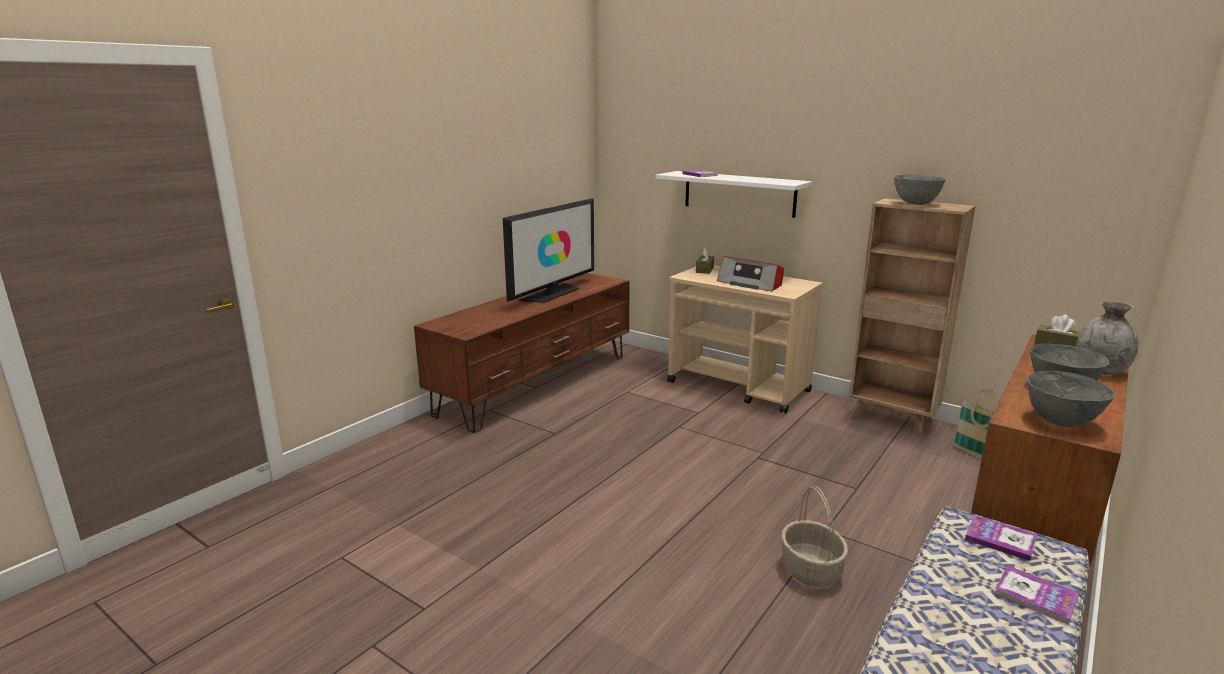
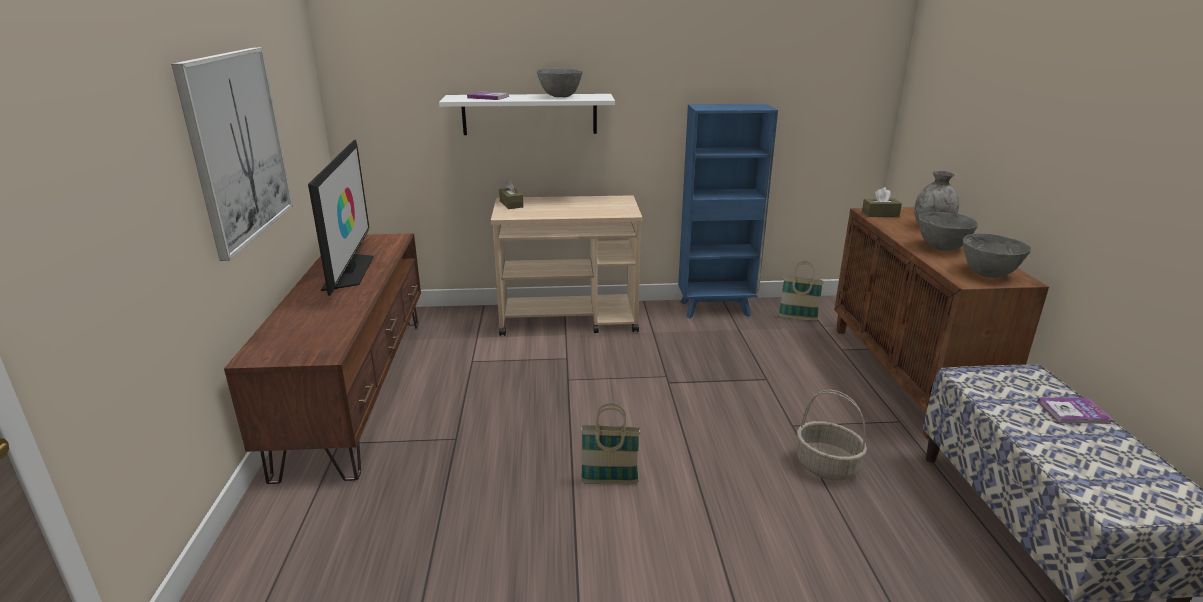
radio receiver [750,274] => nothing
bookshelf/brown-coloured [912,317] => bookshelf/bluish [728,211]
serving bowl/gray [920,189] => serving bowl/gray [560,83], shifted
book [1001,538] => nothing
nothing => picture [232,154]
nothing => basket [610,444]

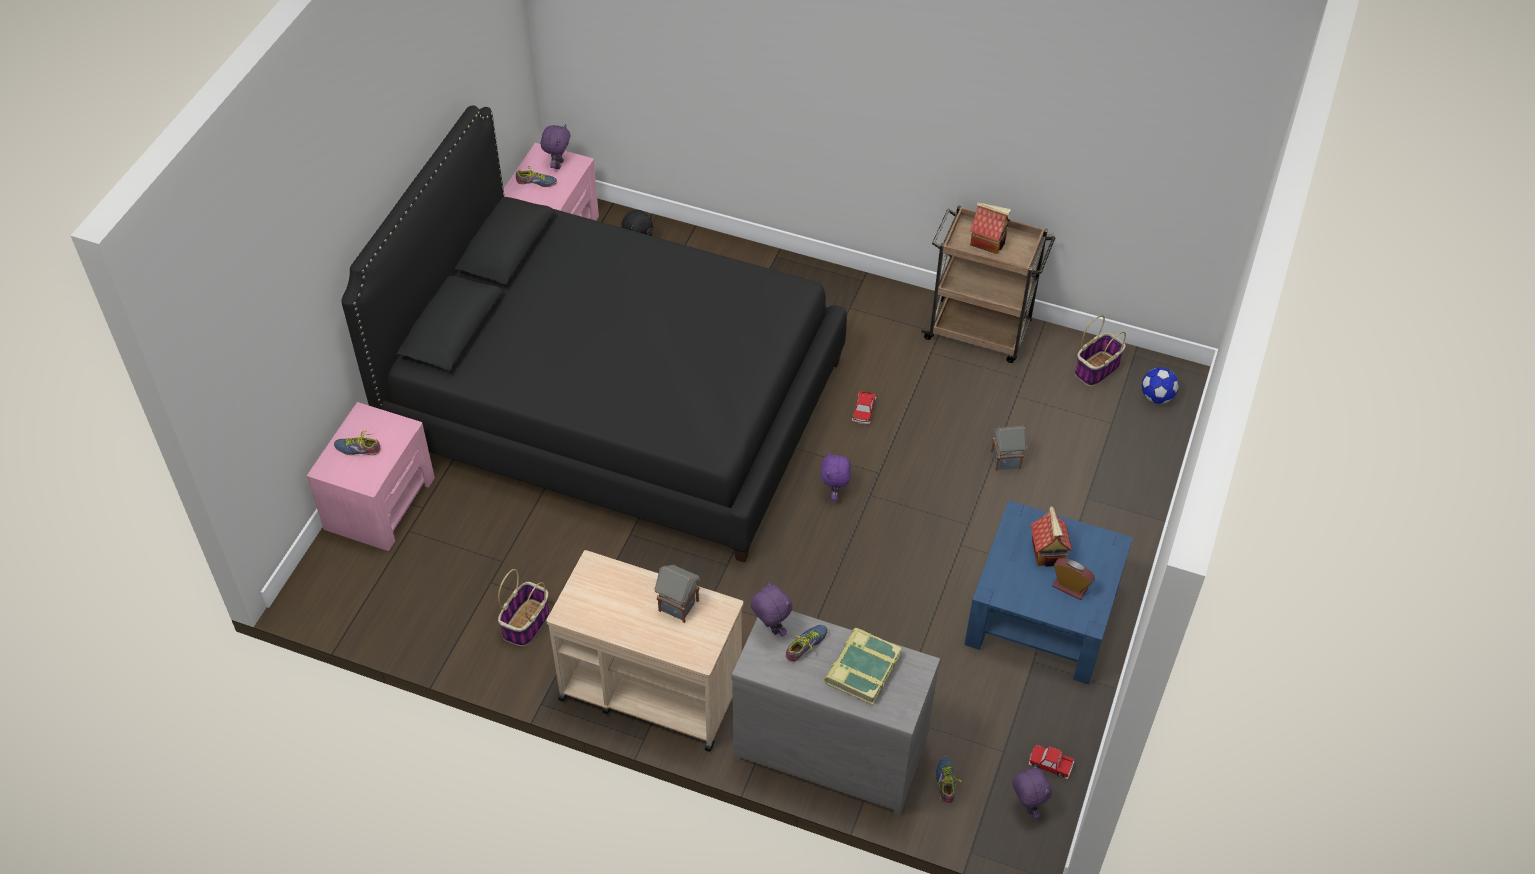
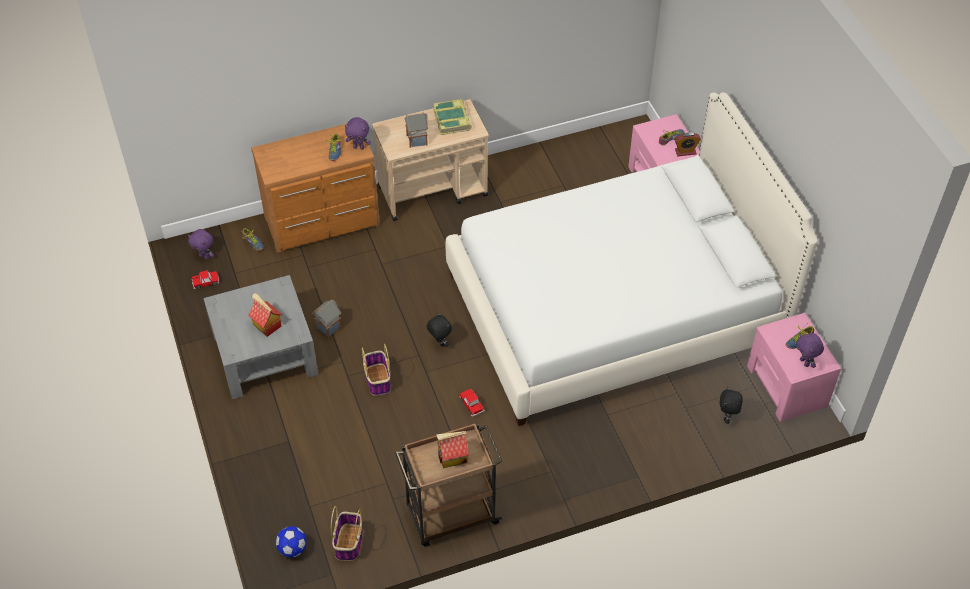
bed/black [594,334] => bed/whitish [632,259]
basket [524,607] => basket [376,370], shifted
dresser/gray [836,713] => dresser/brown-coloured [315,188]
cuddly toy/purple [836,475] => cuddly toy/black [439,330]
book [863,666] => book [452,117], shifted
low table/bluish [1048,592] => low table/gray [261,337]
model house [1009,448] => model house [327,318], shifted
alarm clock [1074,579] => alarm clock [688,144], shifted

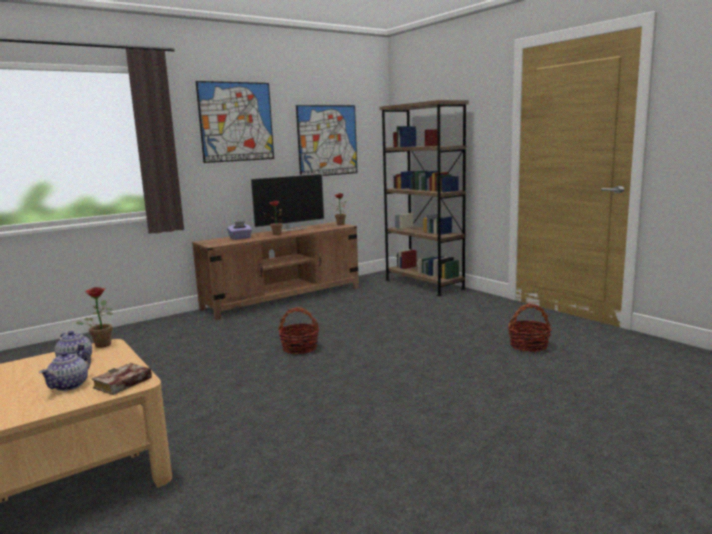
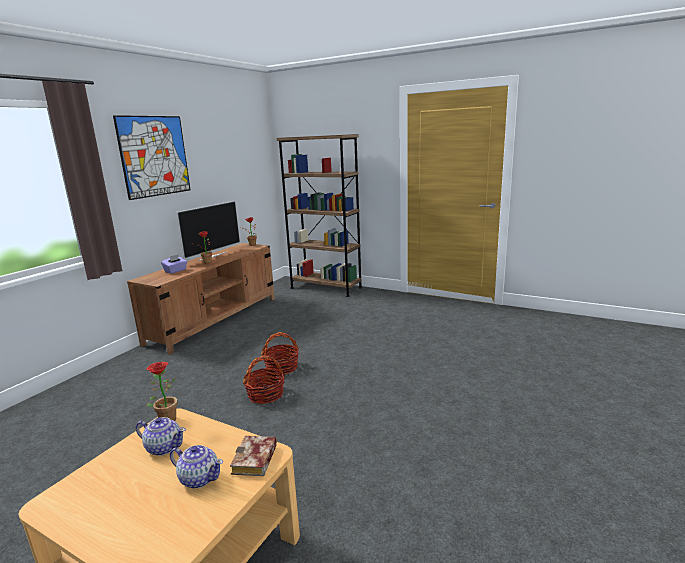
teapot [65,370] => teapot [196,466], 60 degrees counterclockwise
picture [326,140] => nothing
basket [530,327] => basket [264,379], shifted

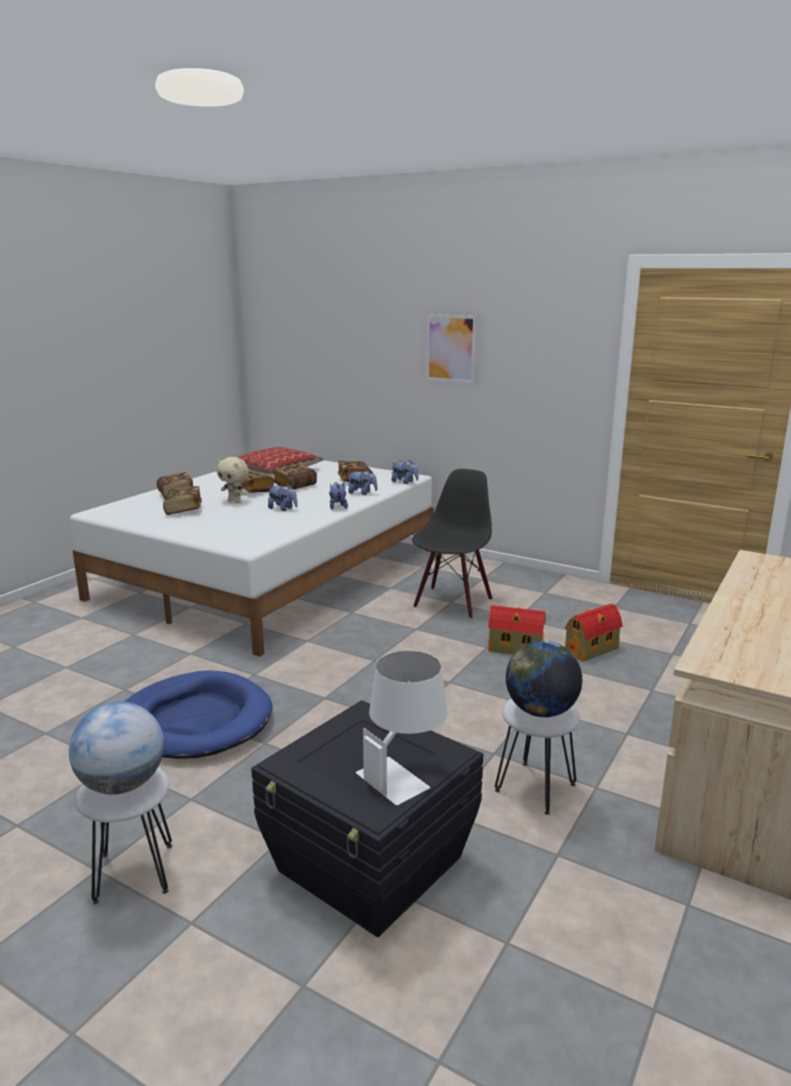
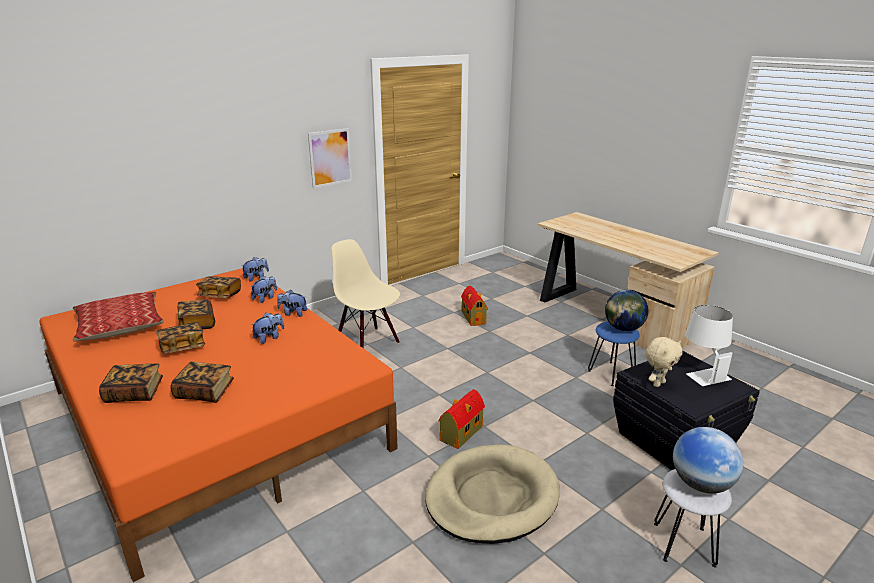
bed/whitish [252,558] => bed/orangey [218,425]
dog cushion/bluish [198,715] => dog cushion/beige [492,494]
cuddly toy/beige [233,480] => cuddly toy/beige [664,362], shifted
chair/black [452,543] => chair/beige [365,293]
picture [451,349] => picture [330,158], shifted
model house [517,630] => model house [461,419], shifted
stool/whitish [537,756] => stool/bluish [614,353]

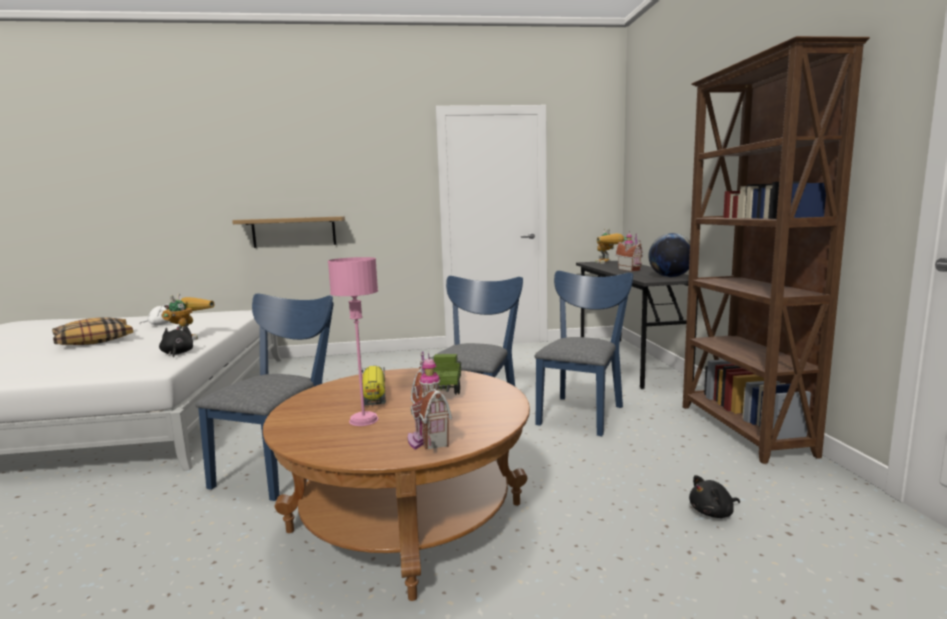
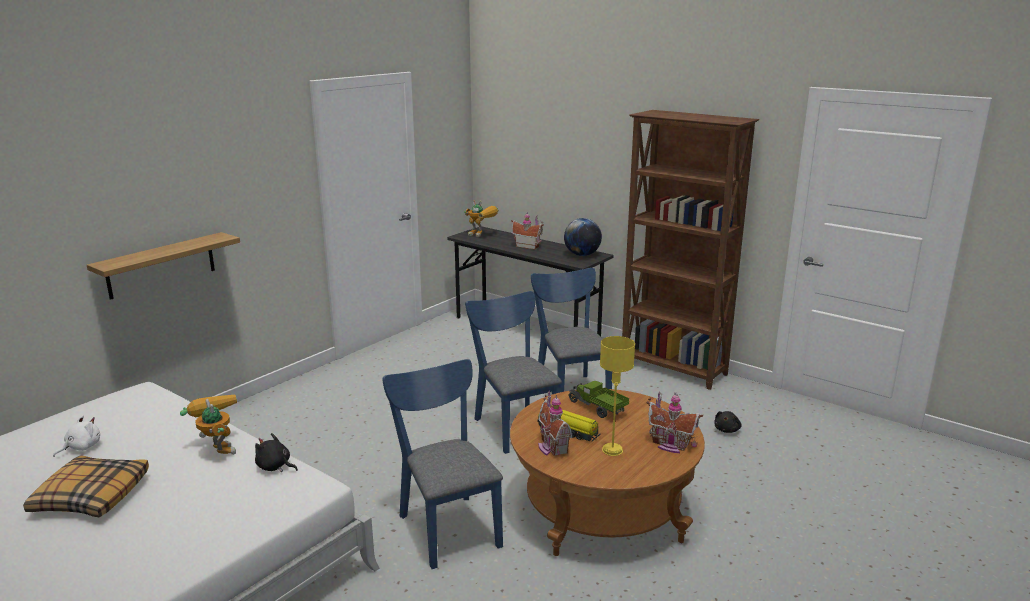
tabletop lamp/pink [353,341] => tabletop lamp/yellow [617,396]
nothing => model house [555,423]

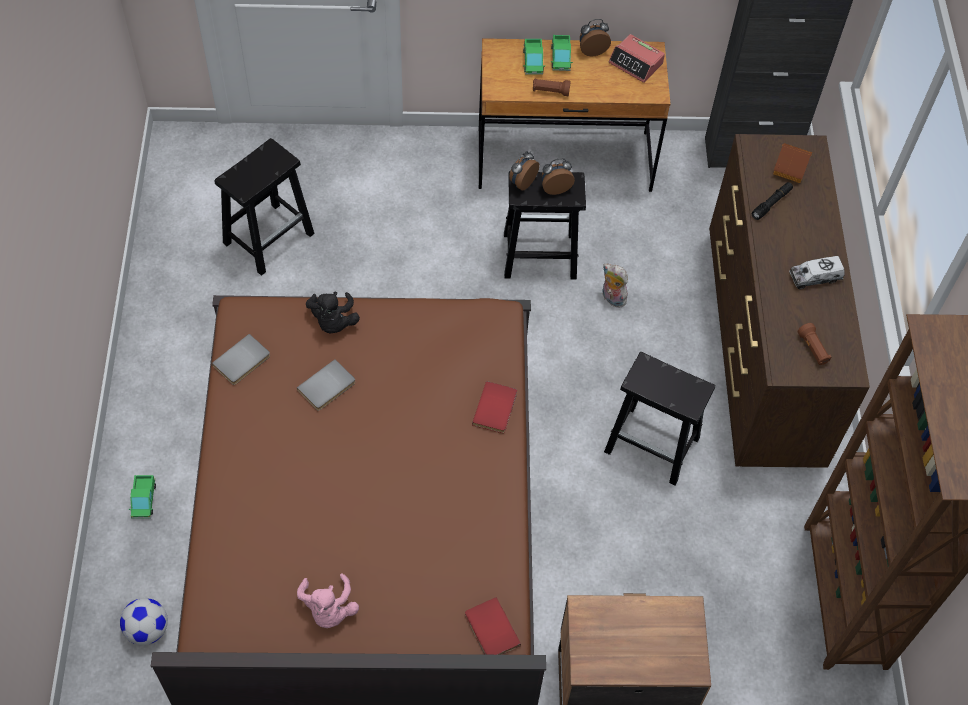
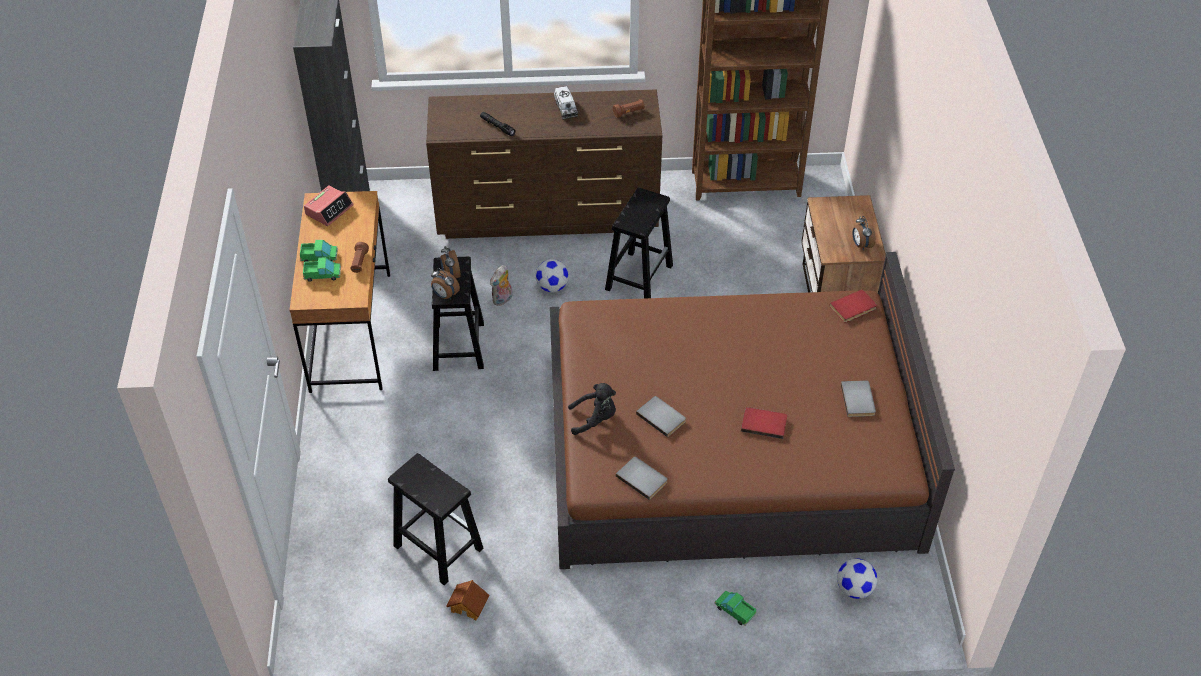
model truck [142,496] => model truck [735,608], 135 degrees counterclockwise
cuddly toy/pink [328,600] => book/gray [858,398]
book/red-coloured [494,407] => book/red-coloured [764,423], shifted
alarm clock [595,37] => alarm clock [864,233], shifted
model house [792,163] => model house [467,600], shifted
nothing => ball for football [552,275]

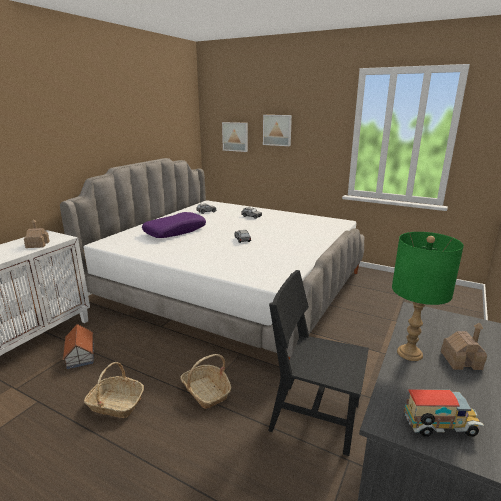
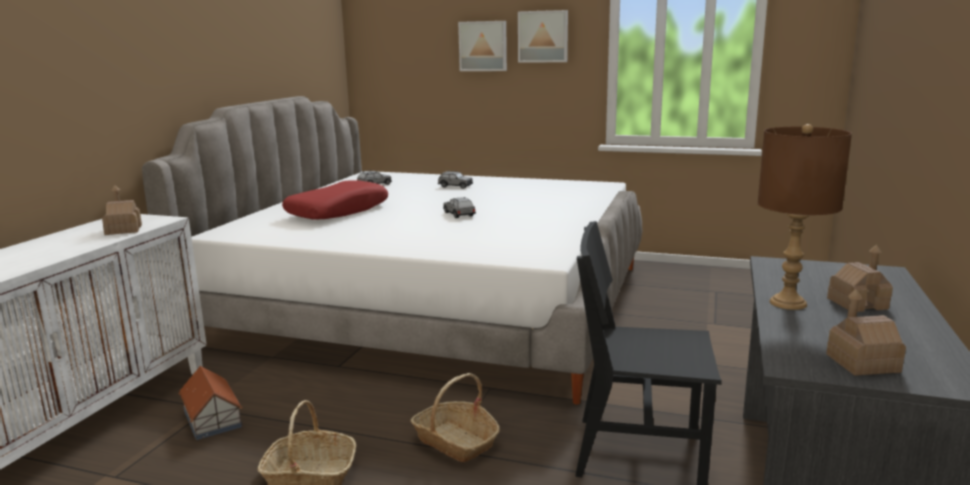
pillow/purple [174,225] => pillow/red-coloured [335,200]
picture [235,137] => picture [543,36], shifted
tabletop lamp/green-coloured [428,296] => tabletop lamp/brown-coloured [804,217]
model truck [444,413] => model house [866,332]

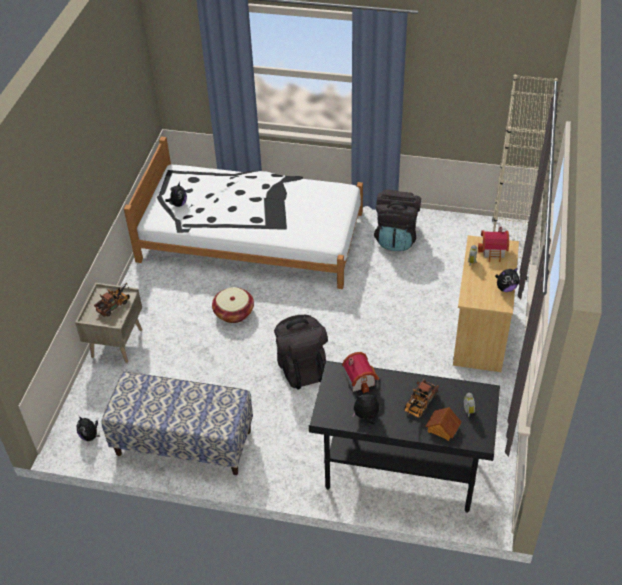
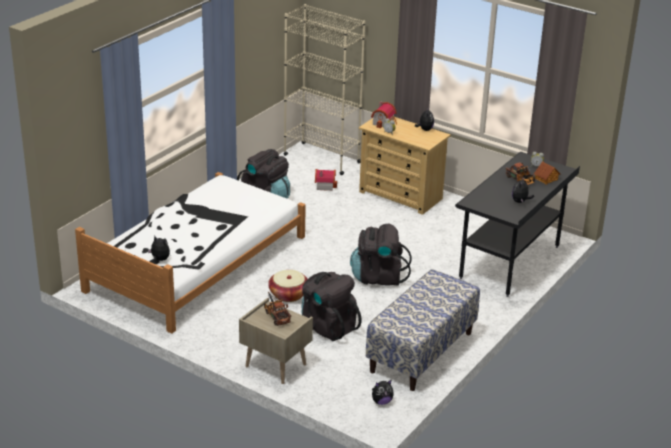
model house [360,373] => model house [326,180], shifted
nothing => knapsack/black [331,306]

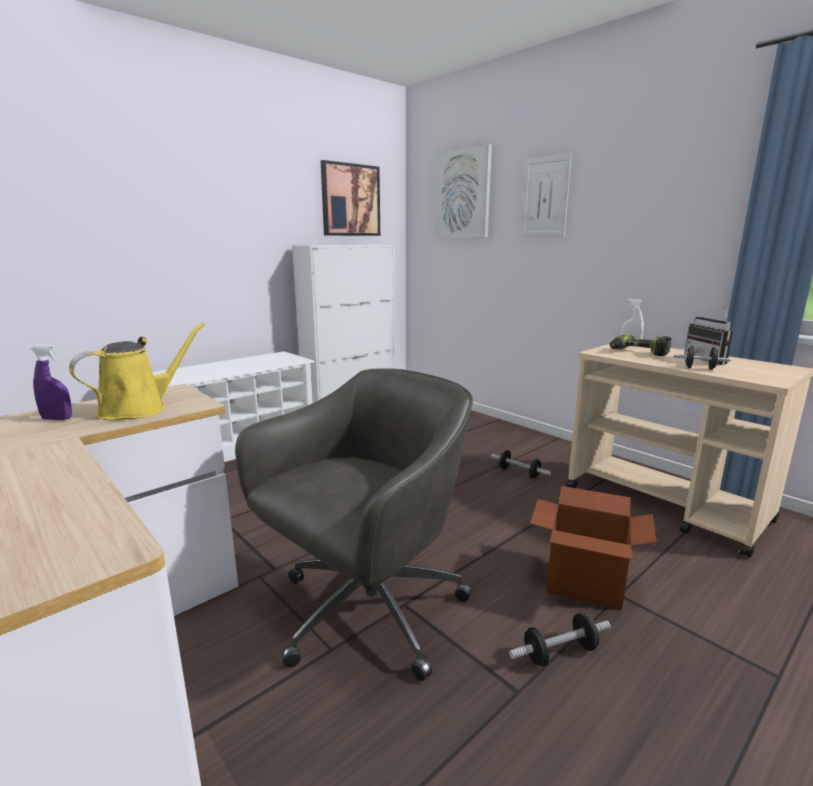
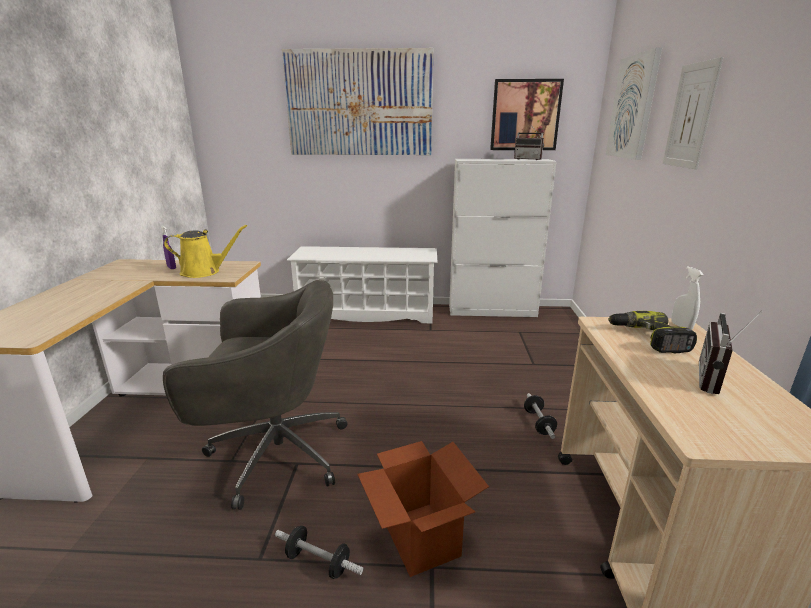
free weight/black [702,358] => nothing
nothing => picture [357,101]
nothing => radio receiver [529,142]

